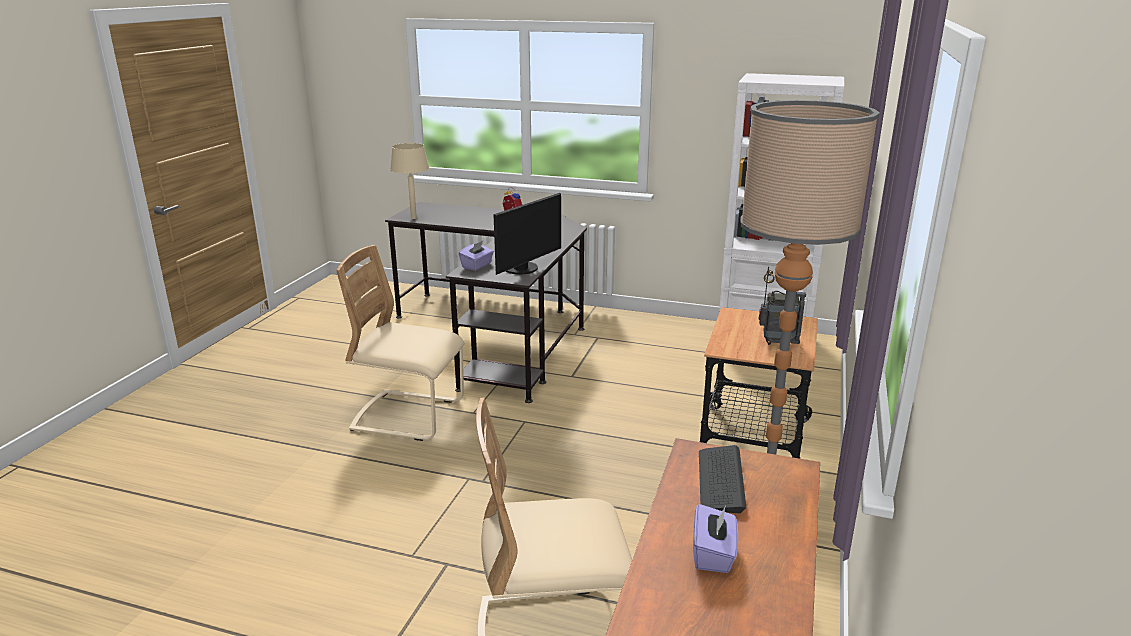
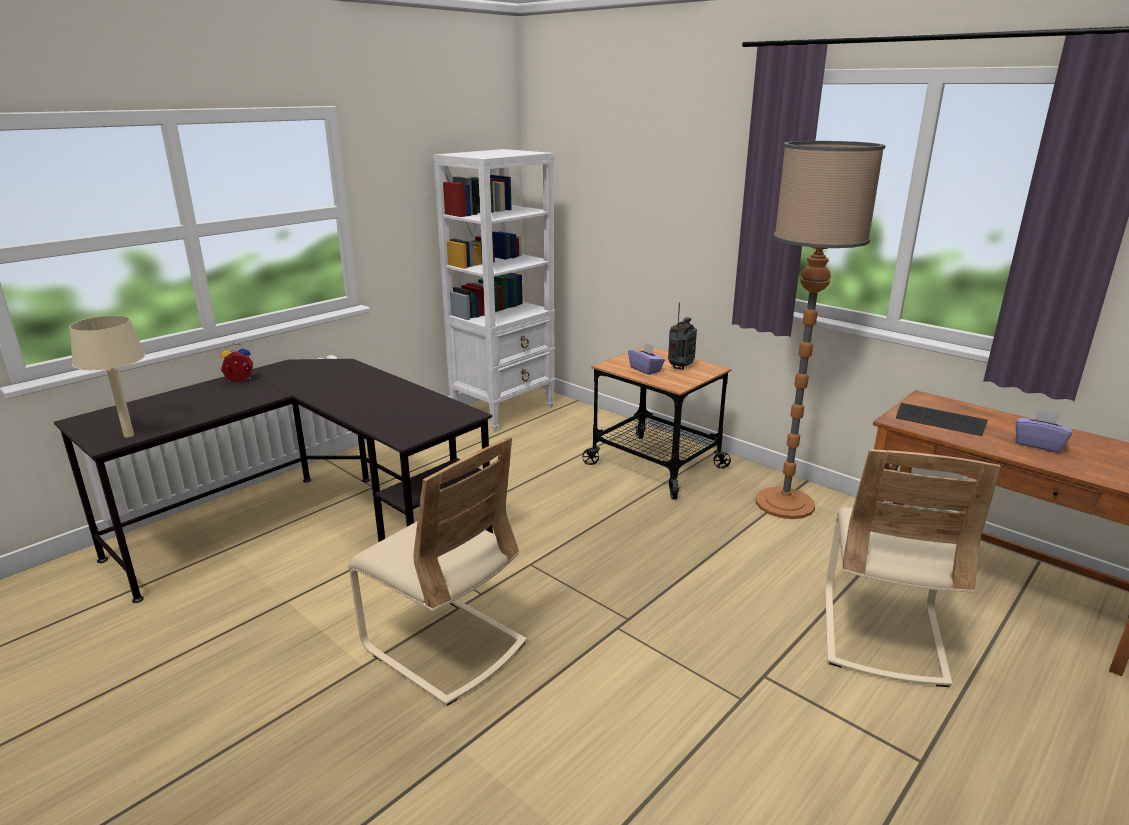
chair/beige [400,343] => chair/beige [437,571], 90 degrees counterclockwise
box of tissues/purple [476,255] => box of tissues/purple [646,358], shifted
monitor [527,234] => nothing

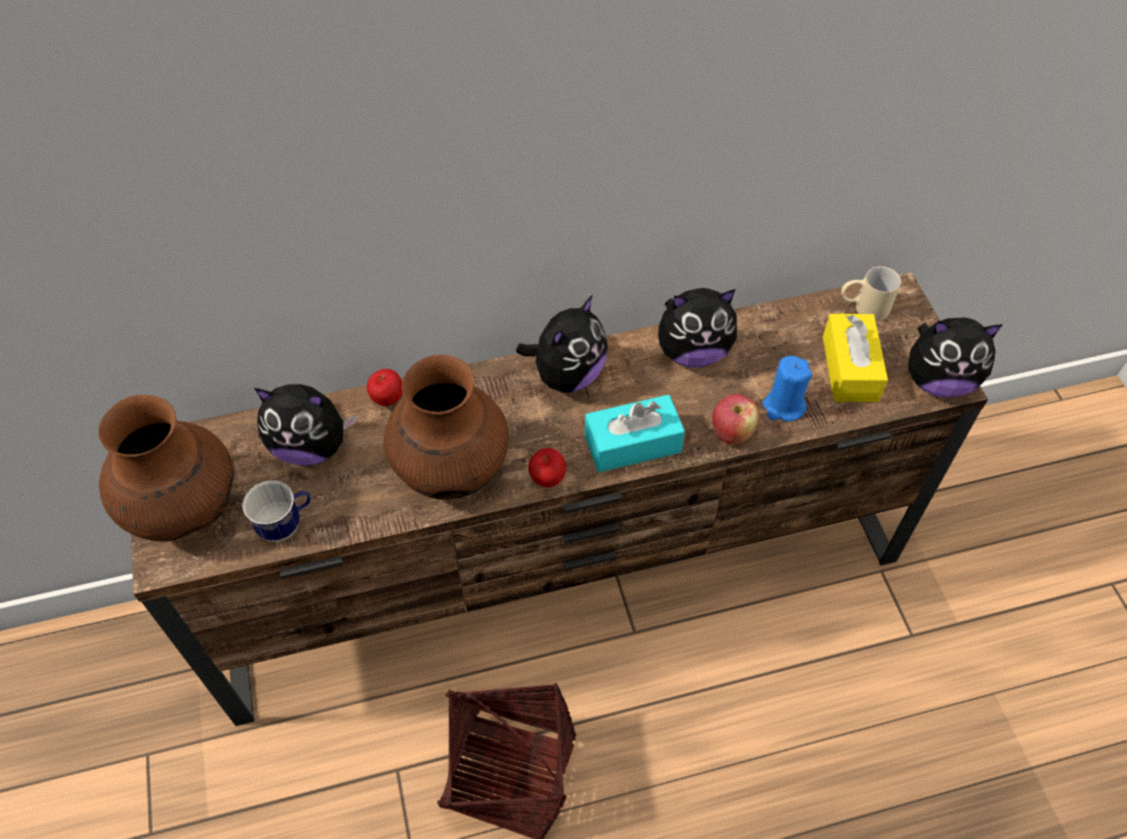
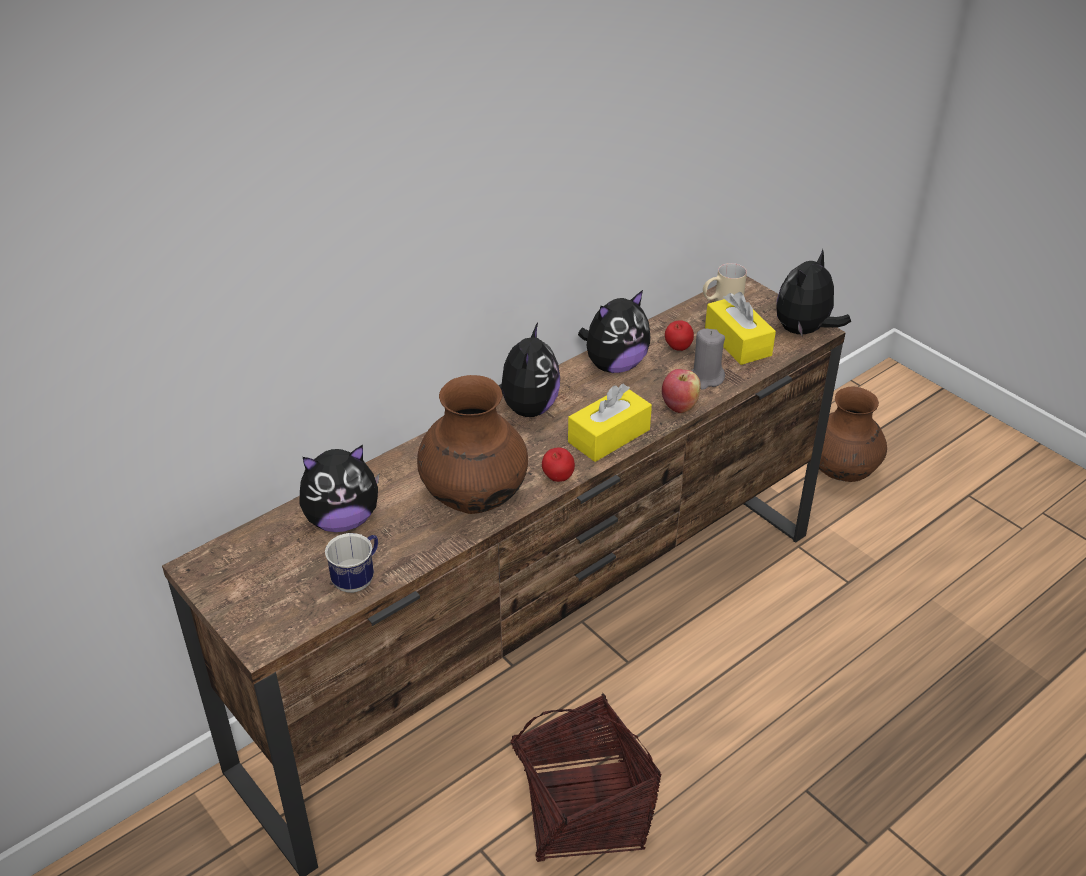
decorative vase/brown-coloured [166,468] => decorative vase/brown-coloured [853,434], shifted
whole apple [385,387] => whole apple [679,335], shifted
box of tissues/turquoise [635,433] => box of tissues/yellow [610,423]
candle/bluish [787,389] => candle/gray [708,359]
cuddly toy [955,358] => cuddly toy [813,293], 150 degrees clockwise

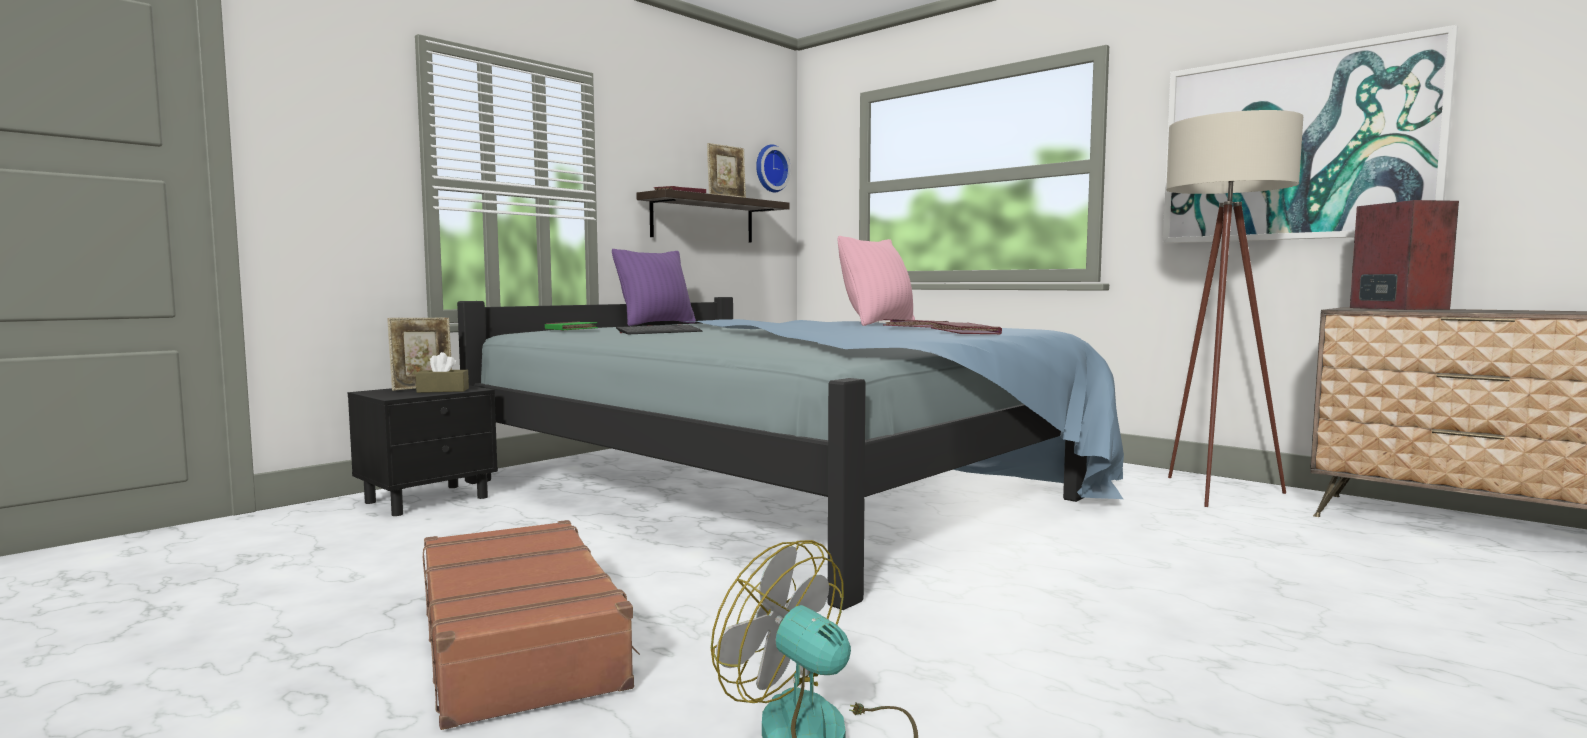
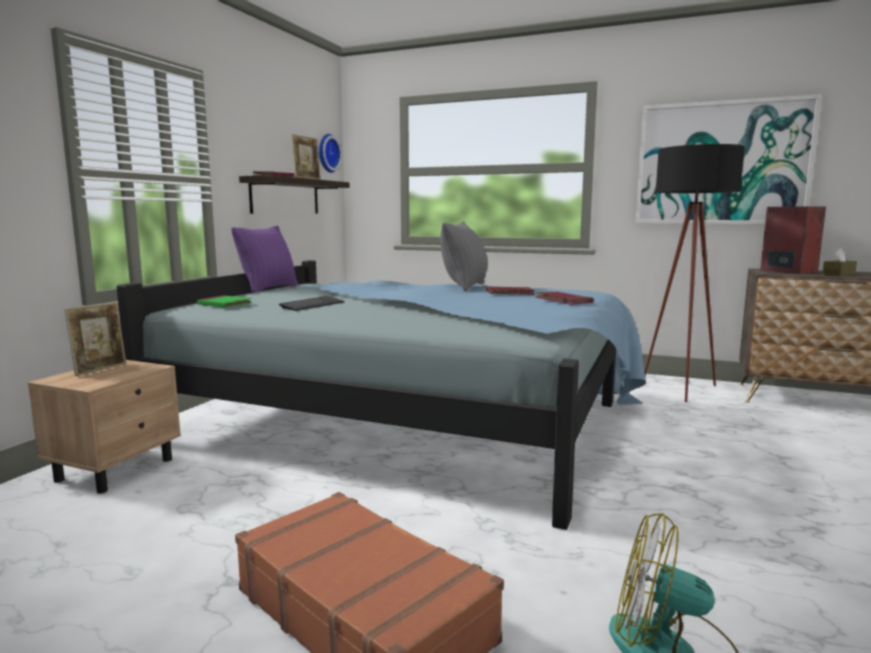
night table/black [423,450] => night table/beige [104,427]
box of tissues/brown-coloured [442,372] => box of tissues/brown-coloured [839,262], shifted
pillow/pink [876,281] => pillow/gray [464,256]
floor lamp/beige [1234,308] => floor lamp/black [694,273]

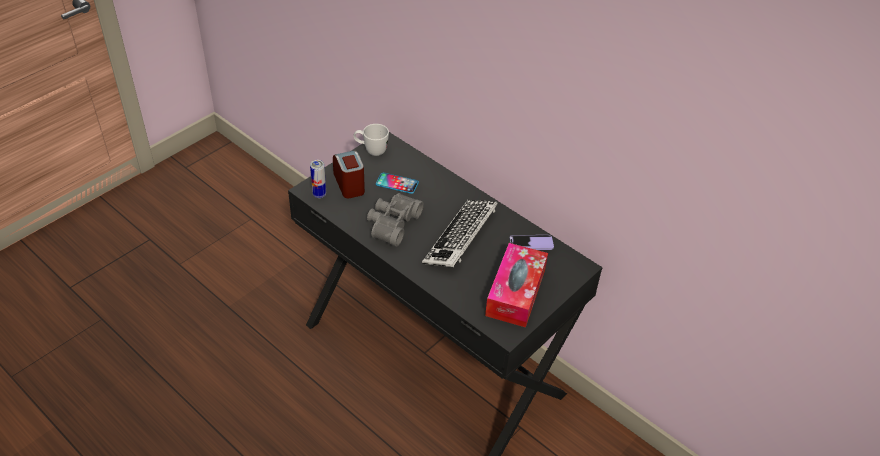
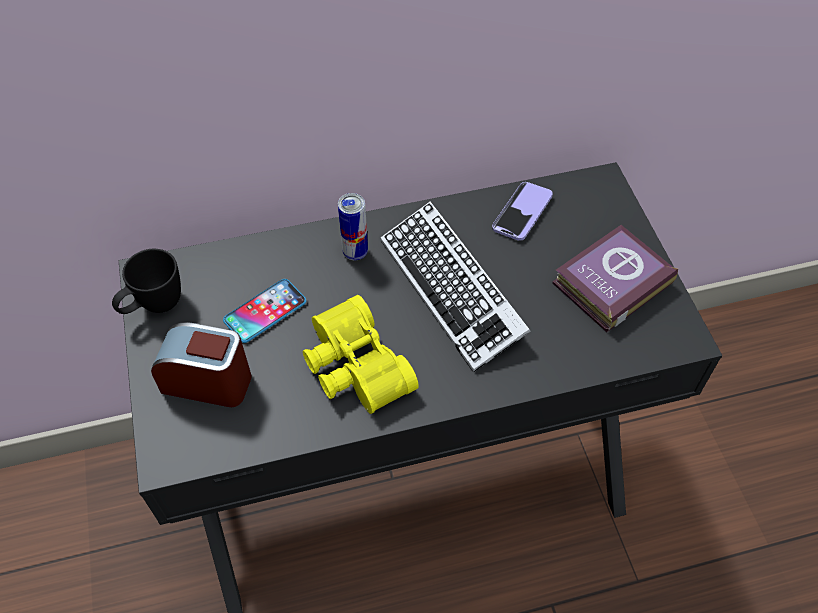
can [318,179] => can [353,226], shifted
mug/whitish [371,140] => mug/black [146,281]
pair of binoculars/gray [395,220] => pair of binoculars/yellow [360,354]
box of tissues [516,285] => book [615,278]

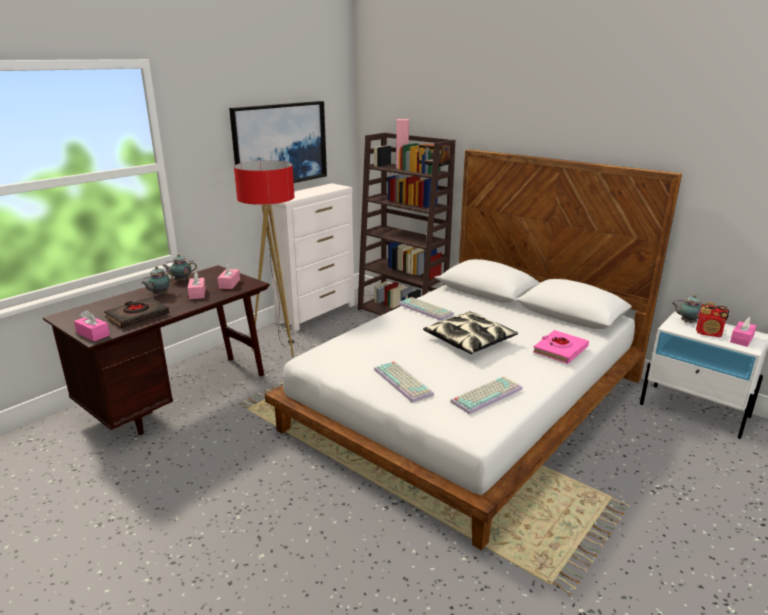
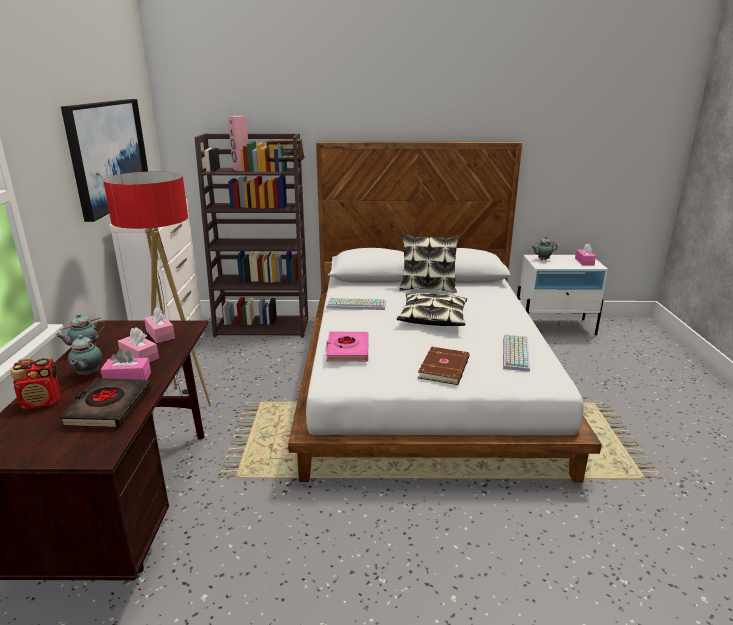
box of tissues/pink [92,325] => box of tissues/pink [125,364], shifted
PC keyboard [404,382] => book/brown-coloured [443,365]
book/pink [561,347] => book/pink [347,346], shifted
radio receiver [712,319] => radio receiver [35,384], shifted
nothing => pillow [429,263]

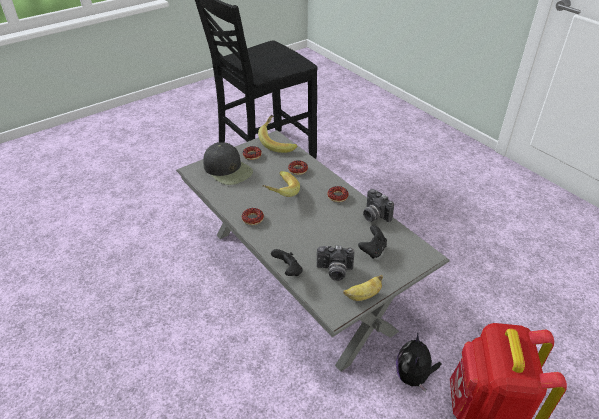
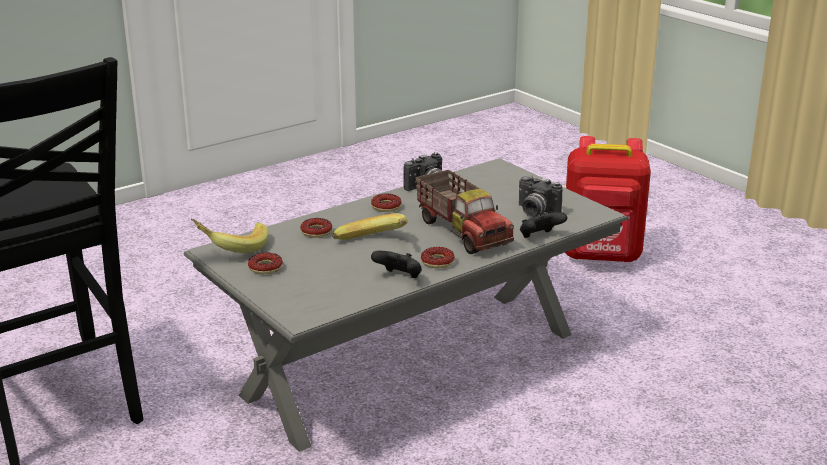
peaked cap/black [228,163] => nothing
still camera [335,263] => still camera [540,196], 120 degrees clockwise
banana fruit [363,288] => nothing
joypad/black [372,242] => joypad/black [396,264], shifted
cuddly toy [418,362] => nothing
nothing => model truck [464,212]

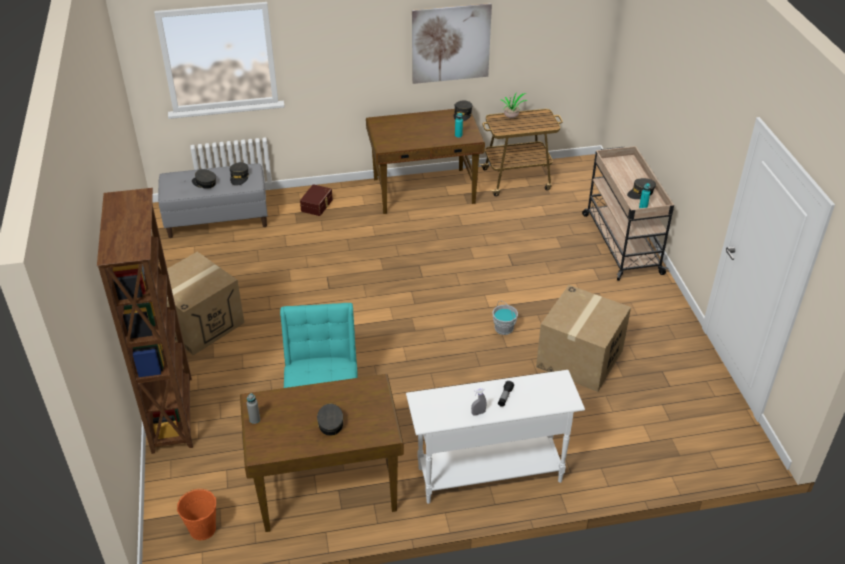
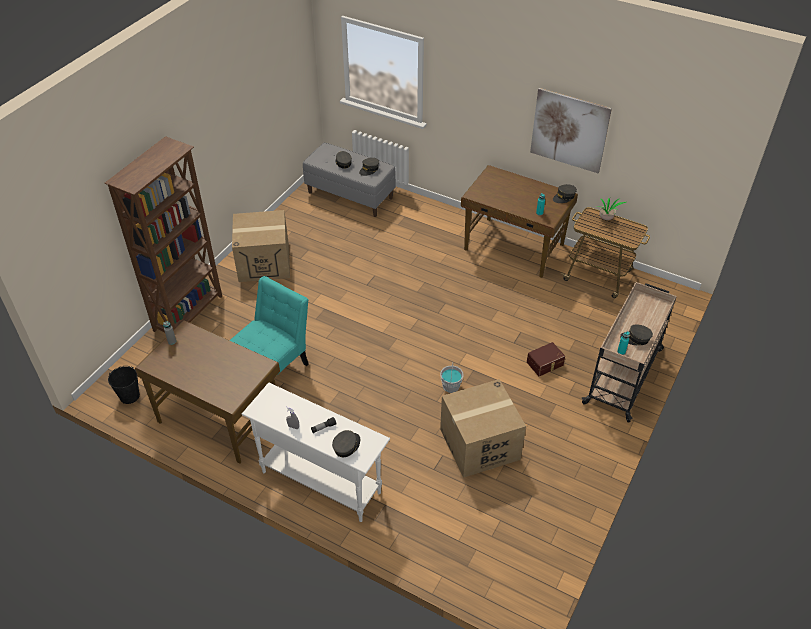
water bucket/orangey [196,514] => water bucket/black [124,385]
storage container/brown-coloured [316,200] => storage container/brown-coloured [546,359], shifted
peaked cap/gray [330,420] => peaked cap/gray [346,443], shifted

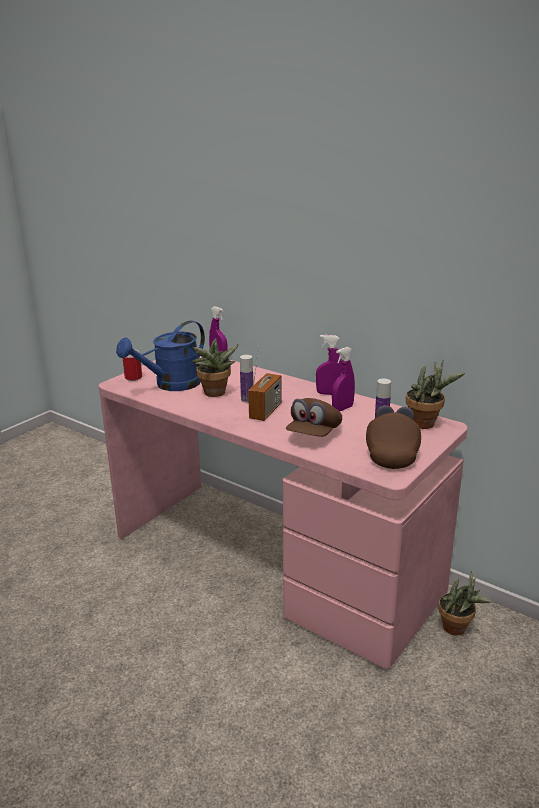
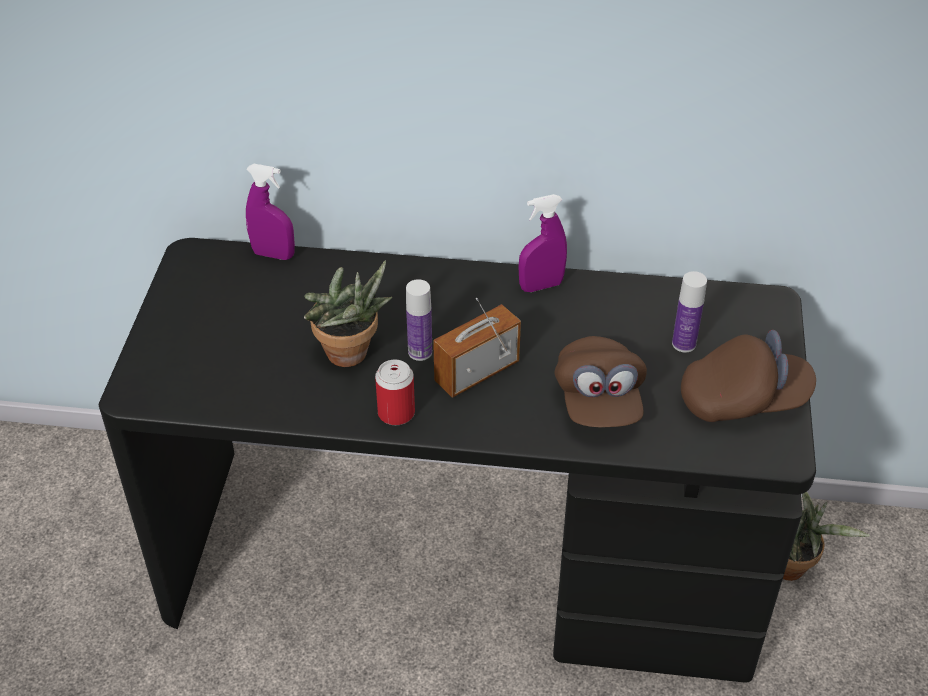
desk unit/pink [283,512] => desk unit/black [457,460]
watering pot/bluish [160,355] => nothing
can [132,365] => can [395,392], shifted
radio receiver [265,383] => radio receiver [477,348], 120 degrees counterclockwise
sprayer/purple [343,379] => nothing
peaked cap/brown-coloured [393,437] => peaked cap/brown-coloured [748,376], 105 degrees clockwise
houseplant [435,394] => nothing

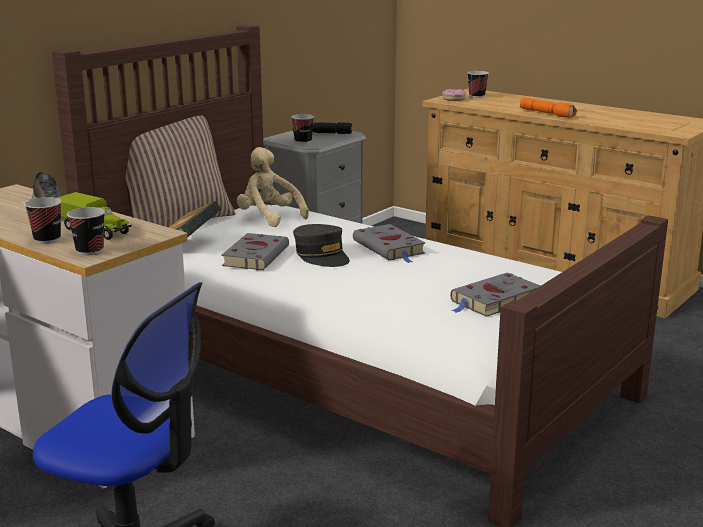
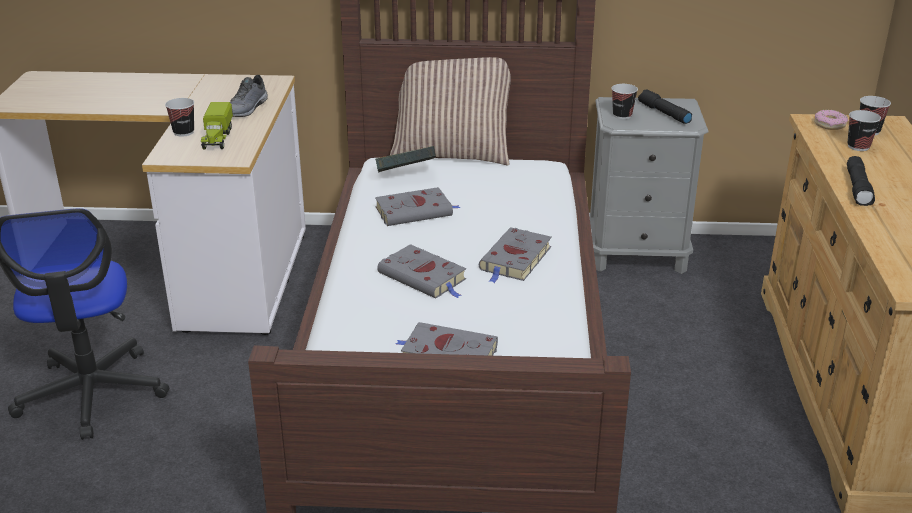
cup [86,231] => cup [864,130], shifted
cuddly toy/beige [273,187] => nothing
peaked cap/gray [321,245] => nothing
flashlight/orangey [548,108] => flashlight/black [861,181]
nothing => book/gray [421,271]

